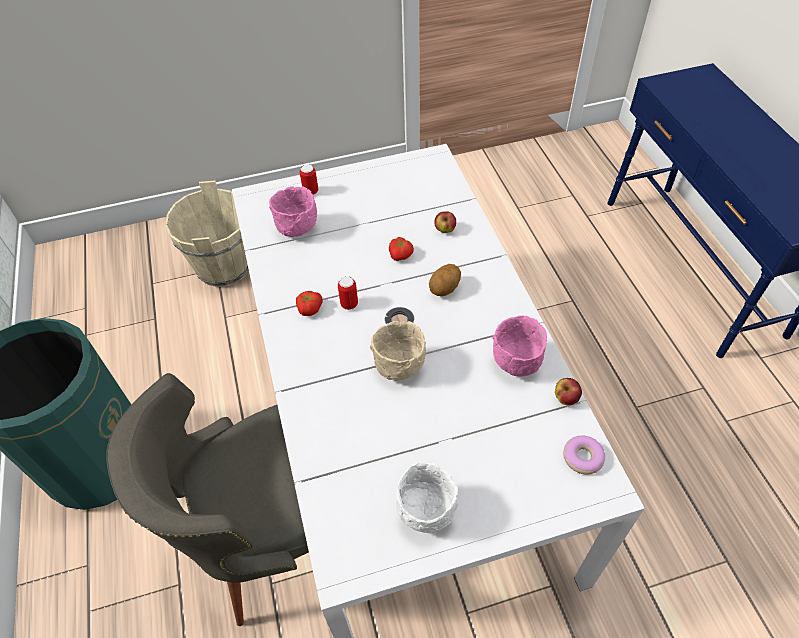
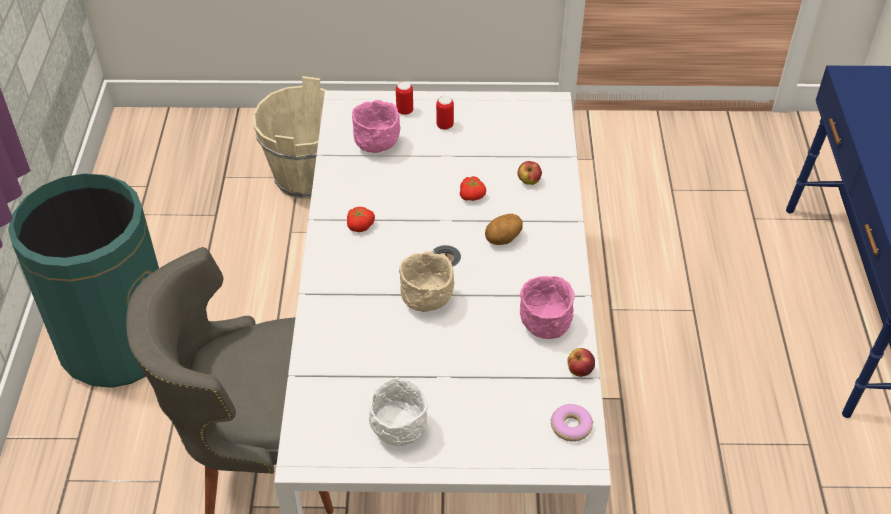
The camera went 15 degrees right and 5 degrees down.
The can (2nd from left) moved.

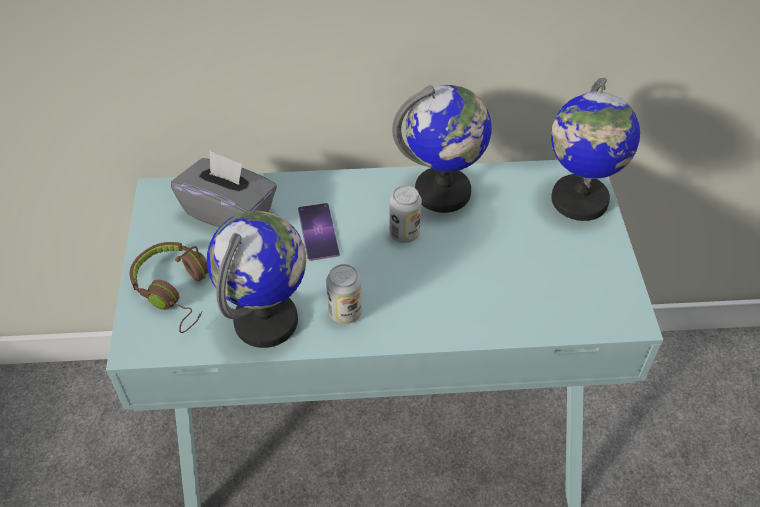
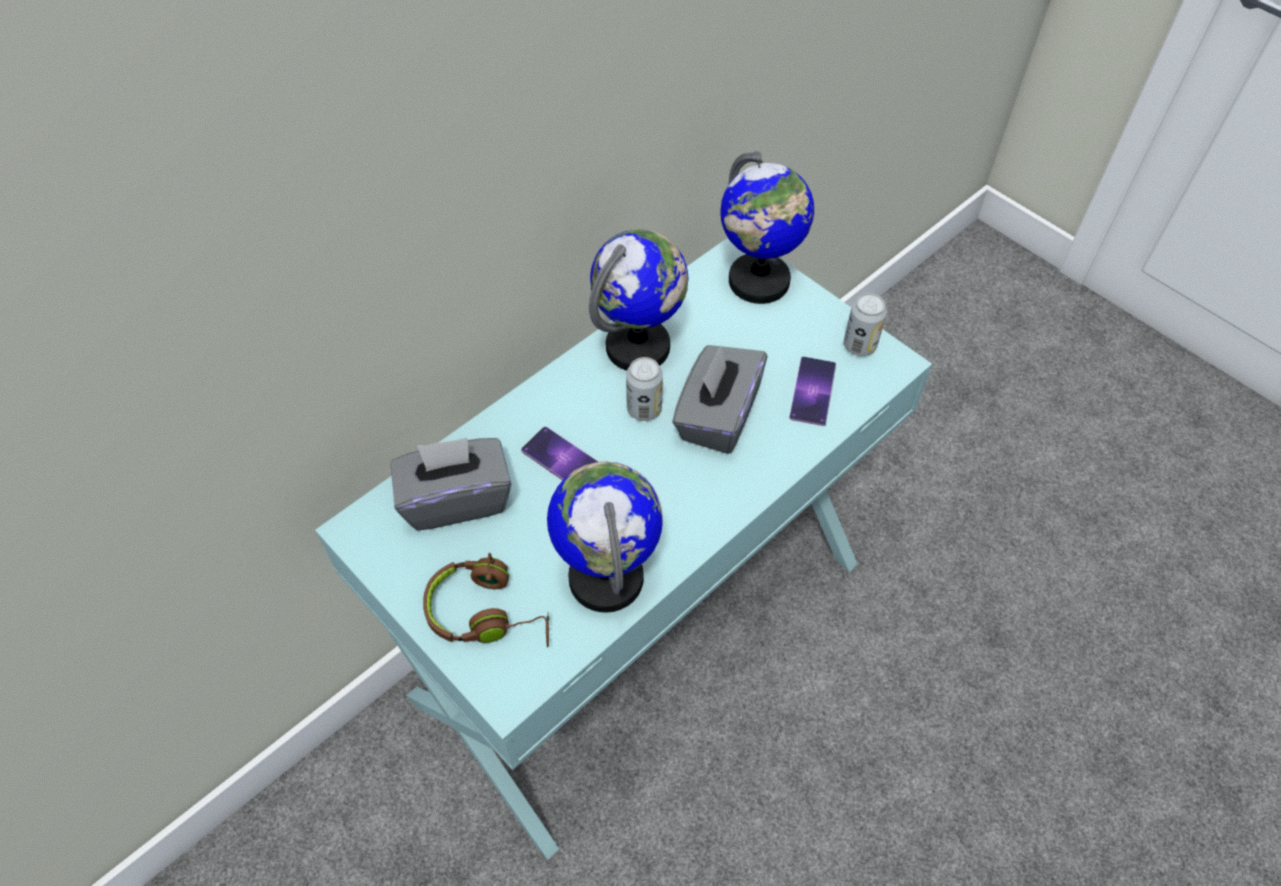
The camera went 40 degrees left and 5 degrees up.
The can (1st from left in the first image) moved.
The tissue box (grey) (2nd from left) appeared.
The phone (2nd from left) appeared.

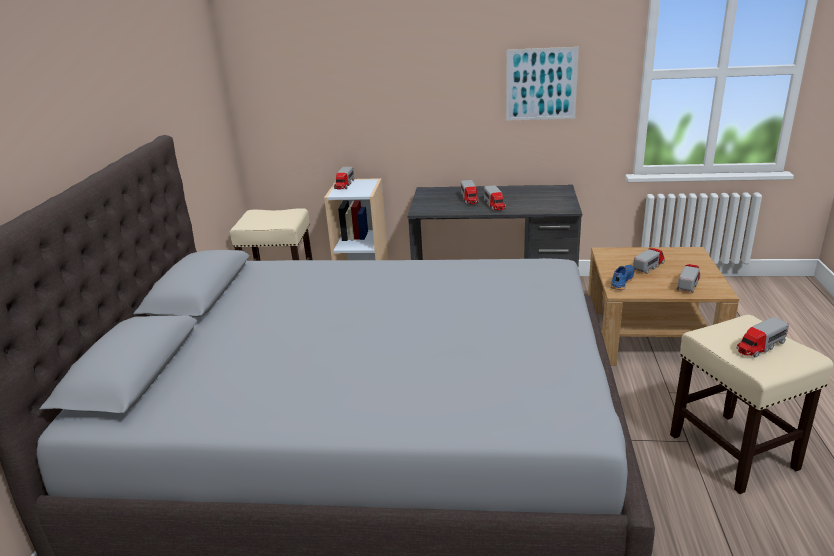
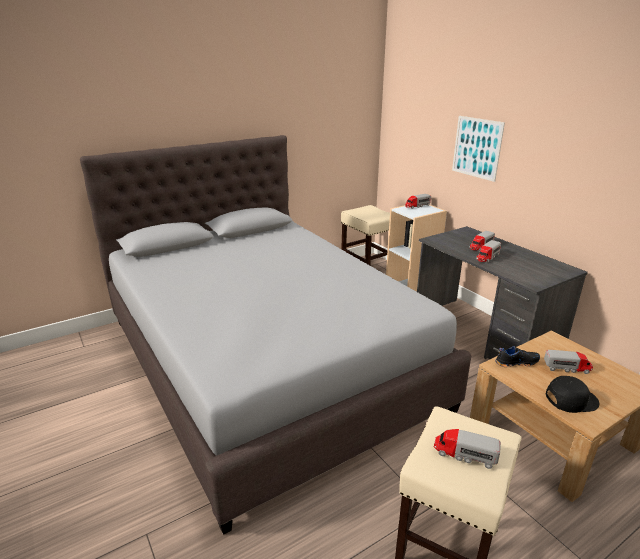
The camera went 50 degrees right and 0 degrees up.
The picture moved.
The shoe (blue) became the shoe (black).
The toy truck (5th from left) was replaced by the cap (black).

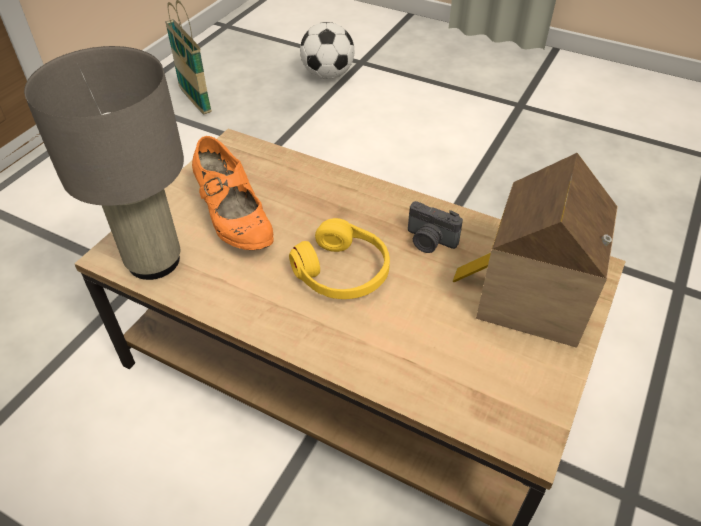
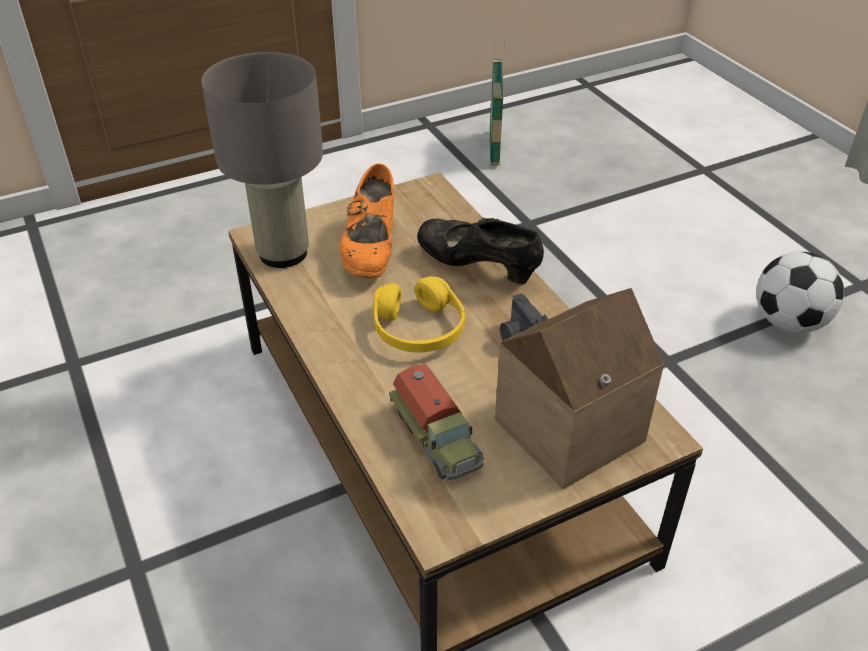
The camera went 35 degrees right and 5 degrees down.
The football moved.
The toy truck appeared.
The shoe (black) appeared.

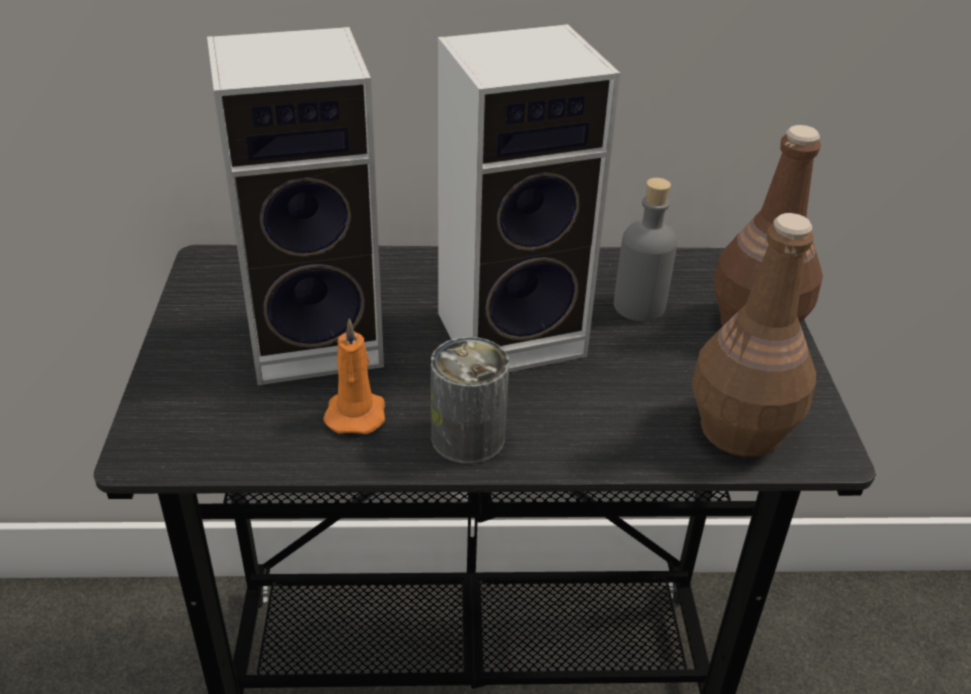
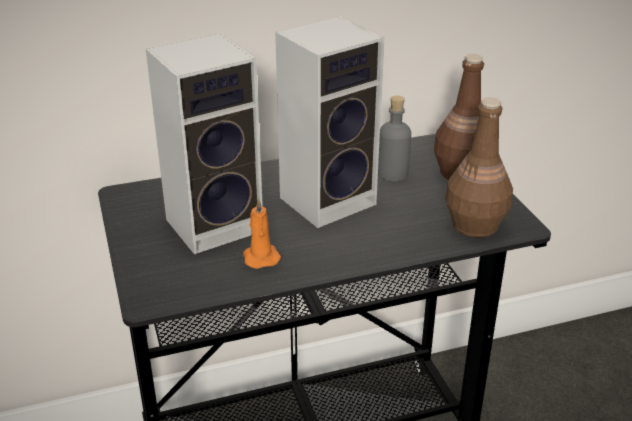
The camera went 15 degrees left and 5 degrees down.
The can disappeared.

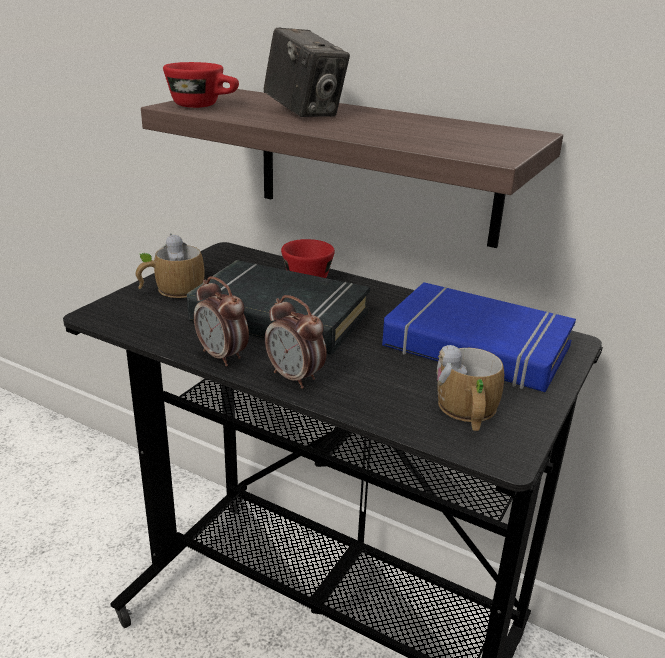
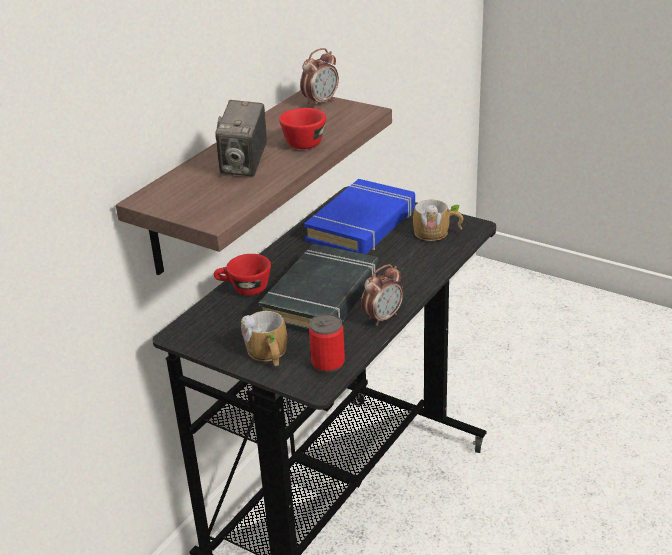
The camera went 85 degrees left and 5 degrees up.
The cup (red) (1st from left in the first image) moved.
The photo camera turned 135 degrees clockwise.
The alarm clock (2nd from left in the first image) moved.
The can appeared.

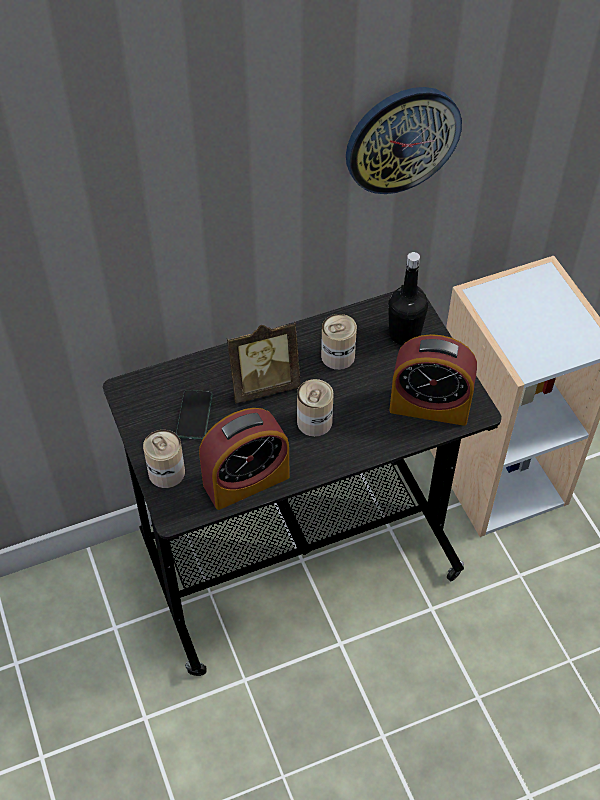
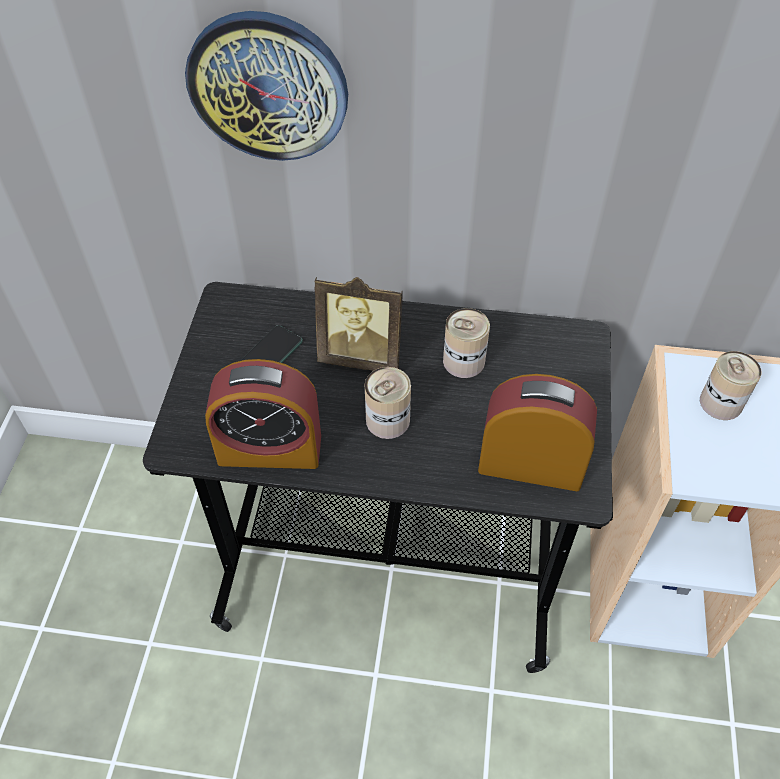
The camera went 30 degrees right and 0 degrees up.
The can (1st from left in the first image) moved.
The wall clock moved.
The bottle (black) disappeared.
The alarm clock (2nd from left) turned 150 degrees clockwise.

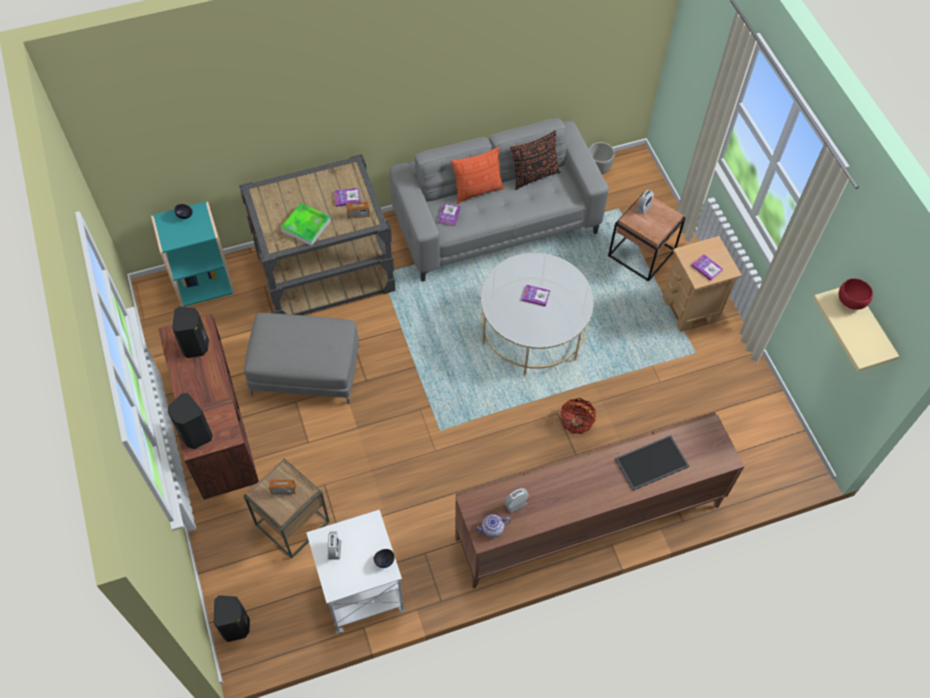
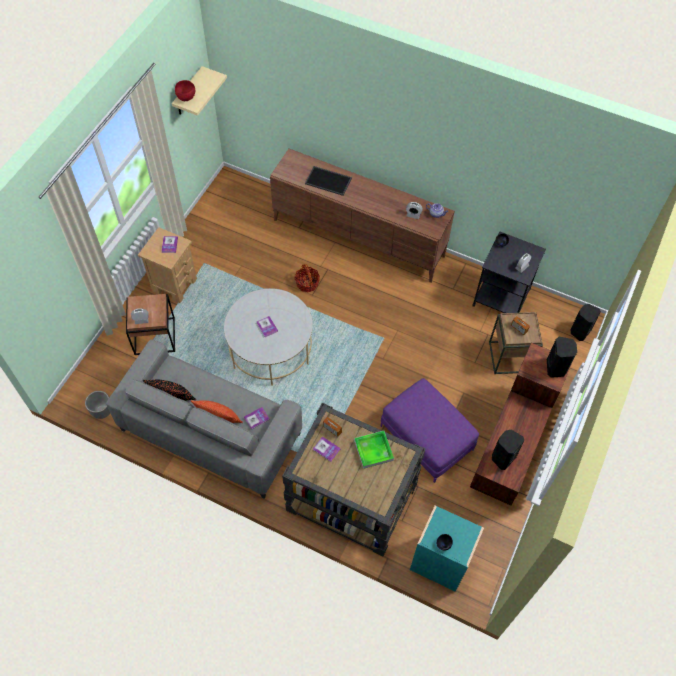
The camera went 135 degrees left and 0 degrees up.
The ottoman (grey) became the ottoman (purple).
The cart (white) became the cart (black).

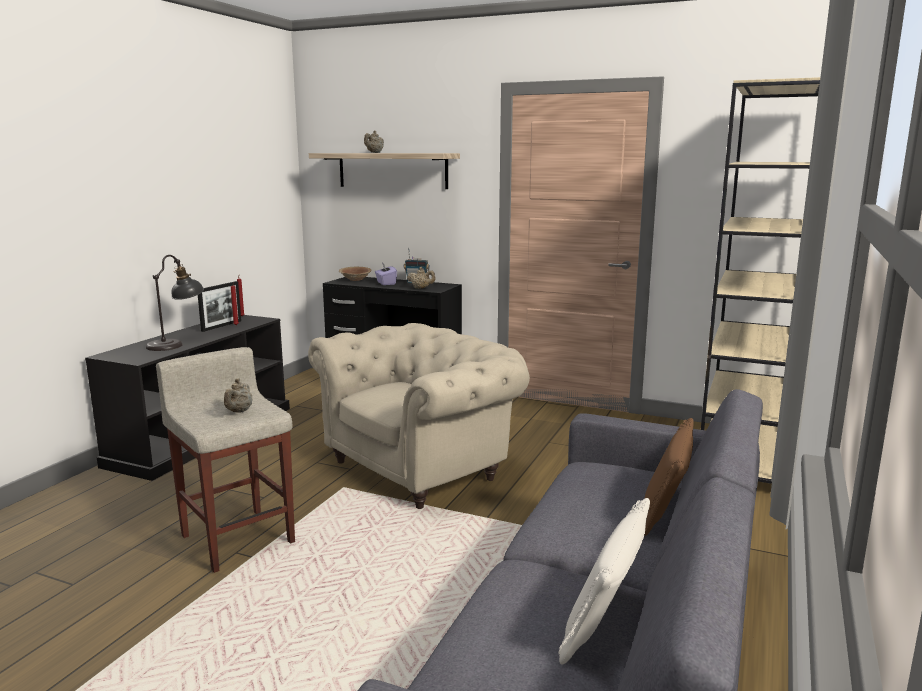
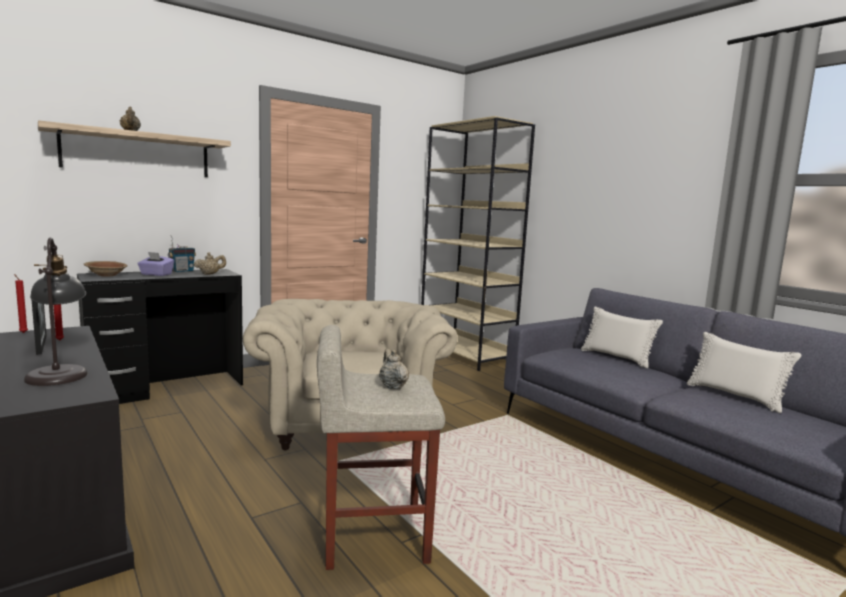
The camera went 60 degrees left and 5 degrees down.
The teapot (beige) (1st from left in the first image) turned 150 degrees counterclockwise.
The pillow (brown) became the pillow (white) (1st from left).

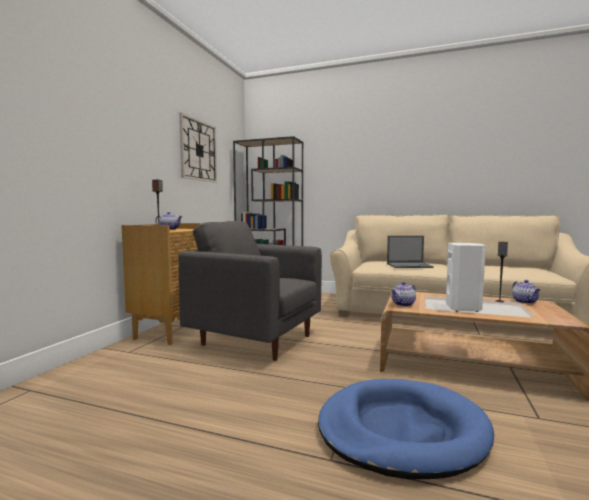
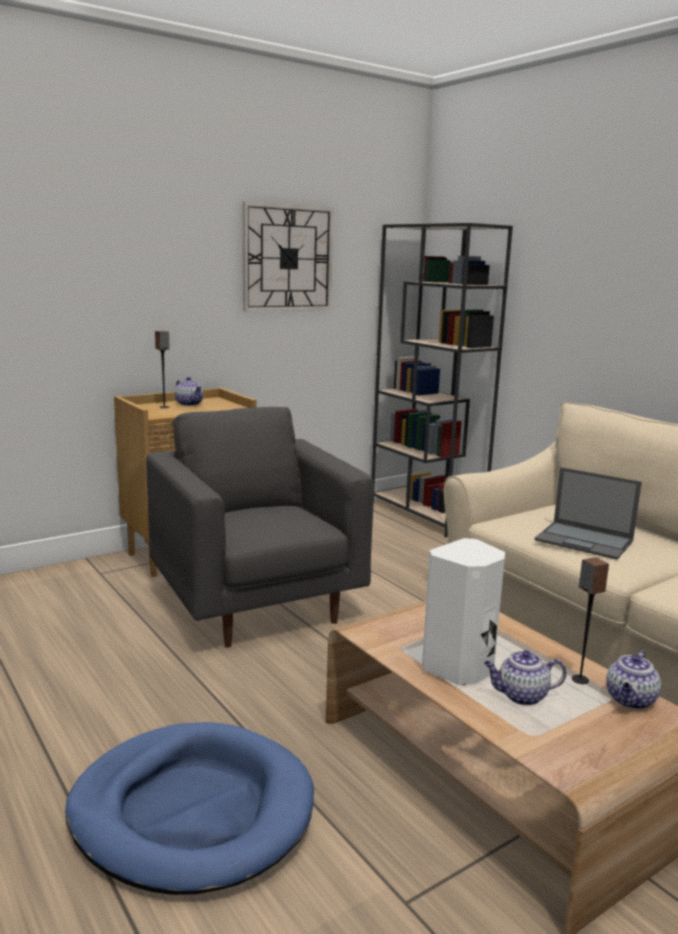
The camera went 35 degrees right and 10 degrees up.
The teapot (2nd from left) moved.

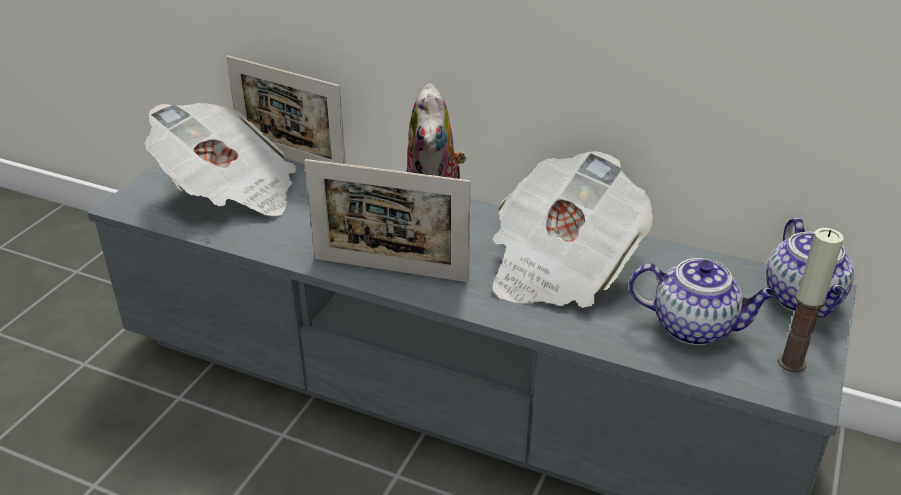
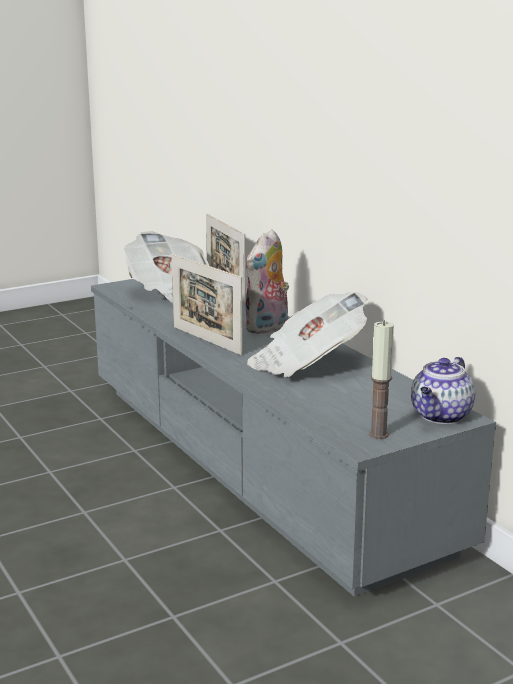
The camera went 35 degrees right and 15 degrees down.
The teapot (1st from left) disappeared.

